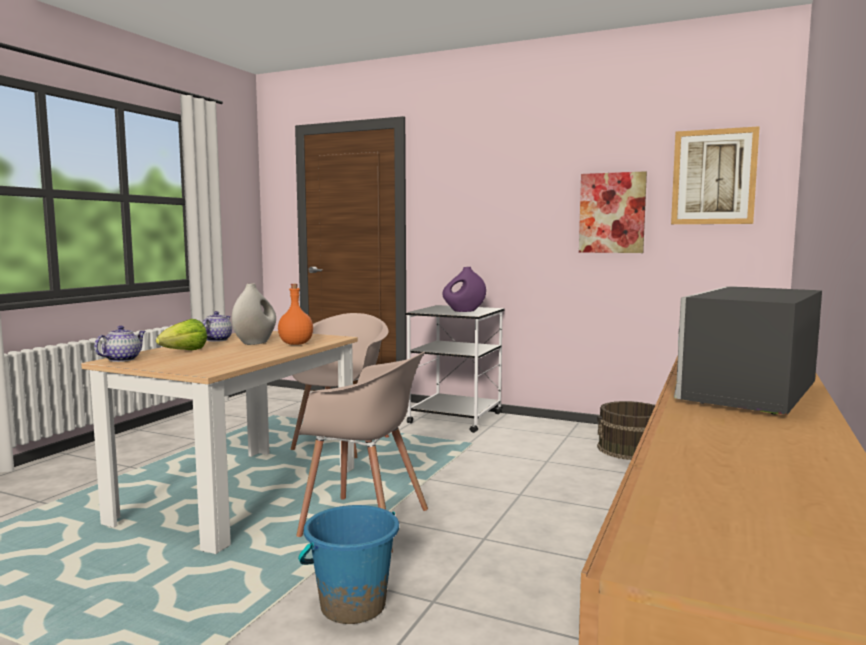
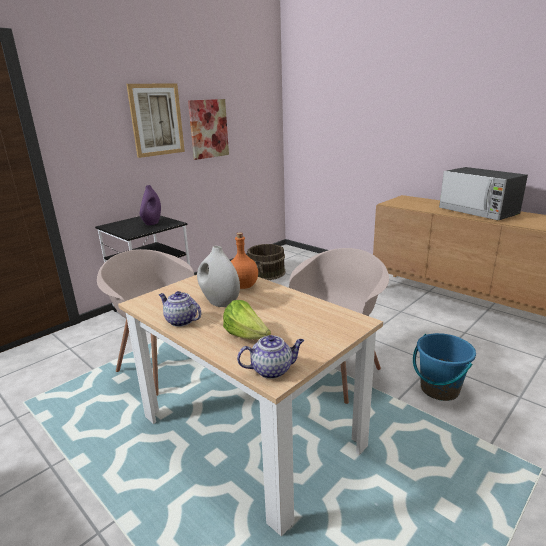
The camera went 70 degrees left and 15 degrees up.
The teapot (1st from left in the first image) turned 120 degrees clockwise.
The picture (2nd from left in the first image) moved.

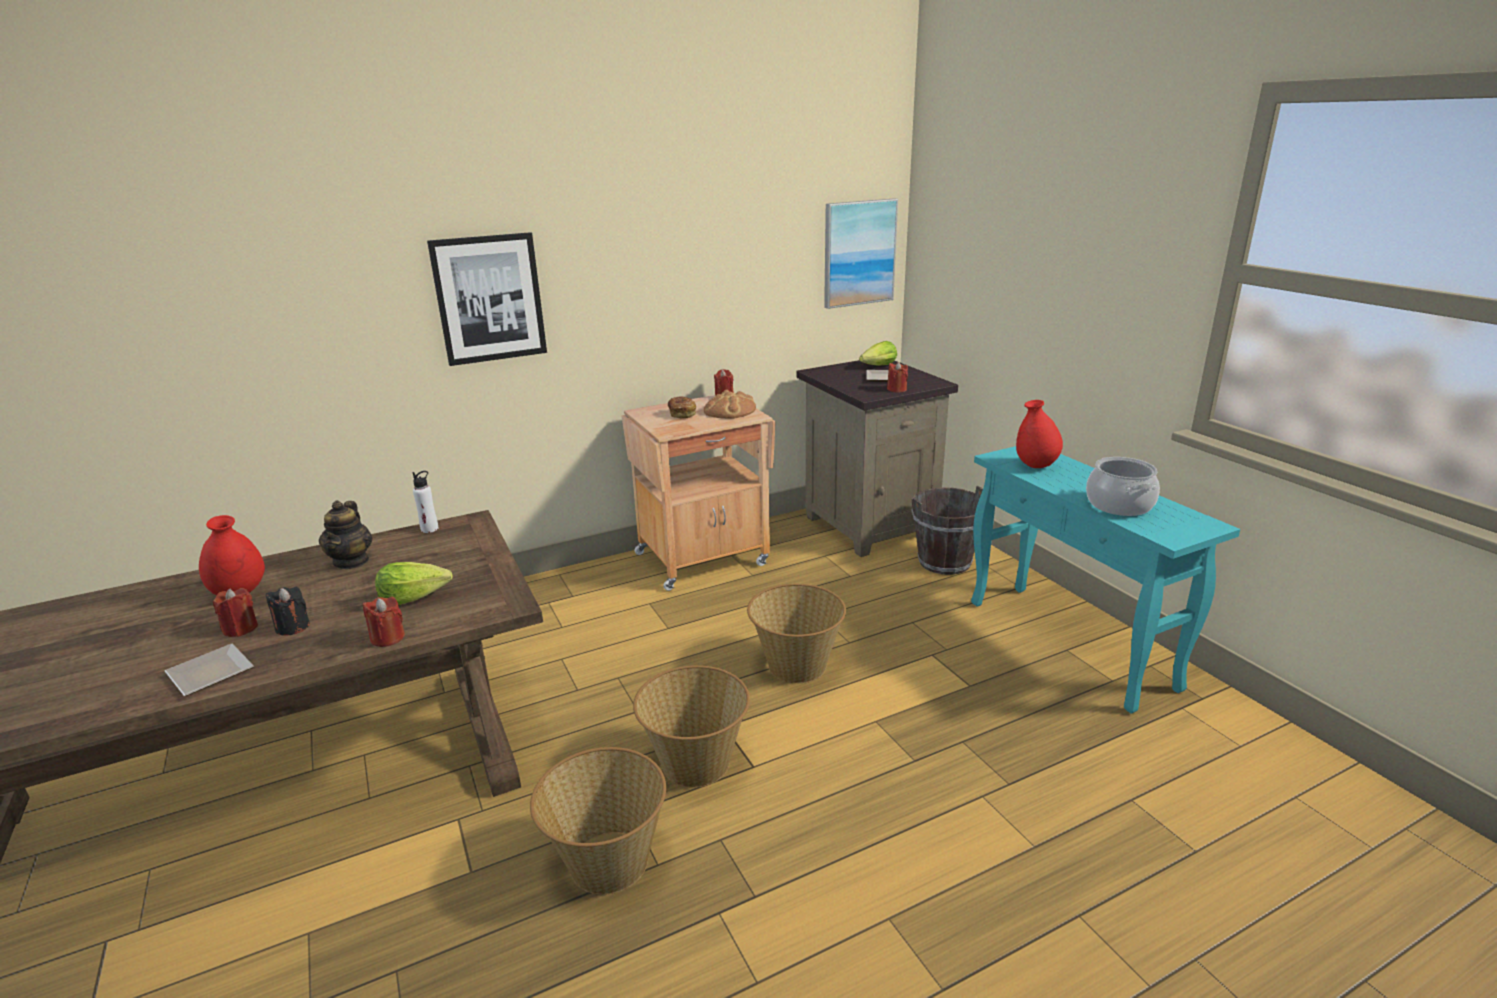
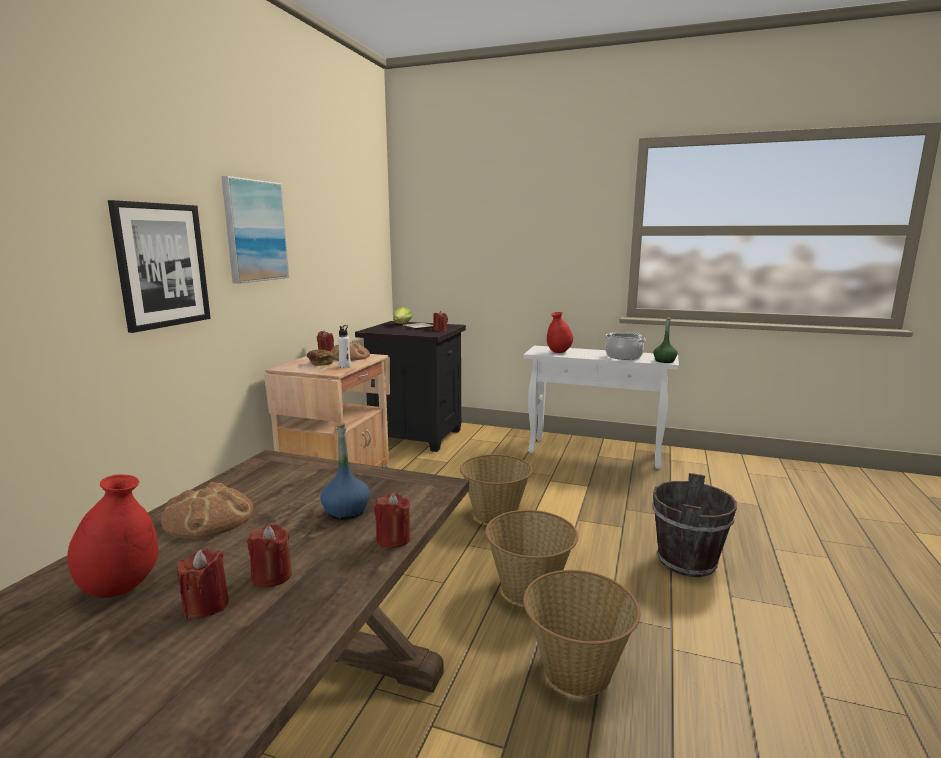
The camera went 45 degrees left and 10 degrees down.
The plate (1st from left) disappeared.
The candle (black) became the candle (red) (2nd from left).
The teapot was replaced by the bread (1st from left).
The lettuce (1st from left) was replaced by the bottle (blue).
The bottle (white) moved.
The cabinet (beige) became the cabinet (black).
The picture (2nd from left) moved.
The bucket (brown) moved.
The console table (turquoise) became the console table (white).
The bottle (green) appeared.

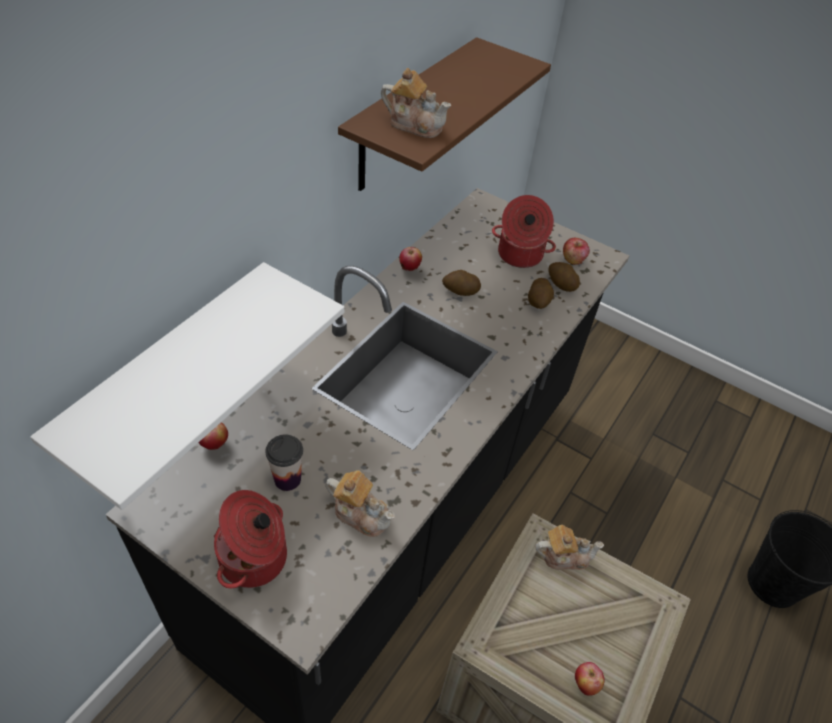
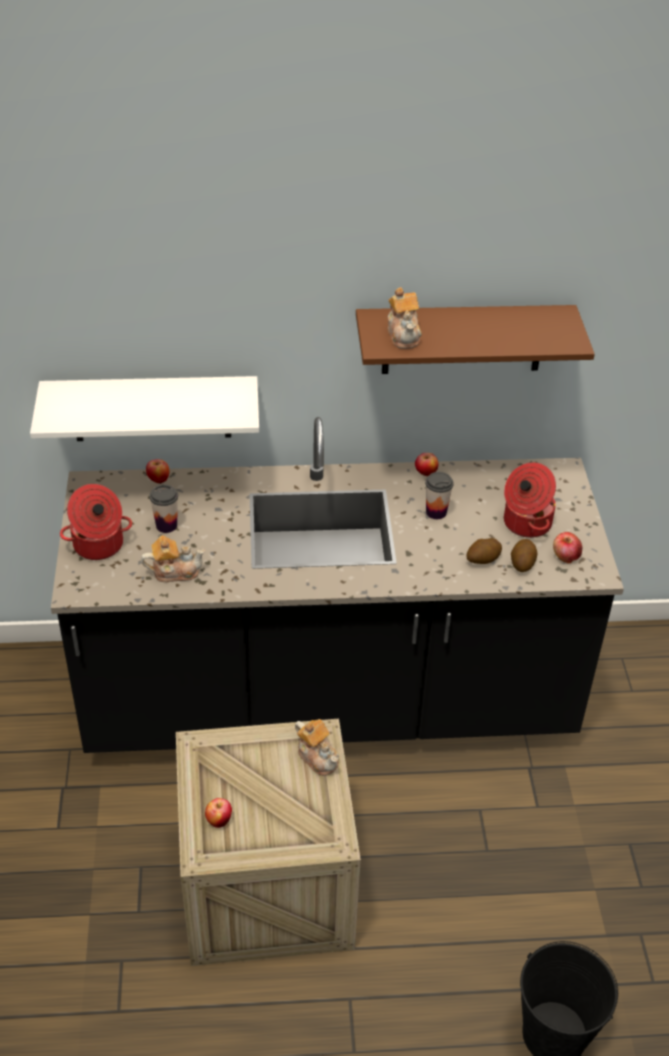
The camera went 55 degrees right and 5 degrees down.
The teapot (1st from left) turned 90 degrees counterclockwise.
The potato (1st from left) was replaced by the cup (2nd from left).

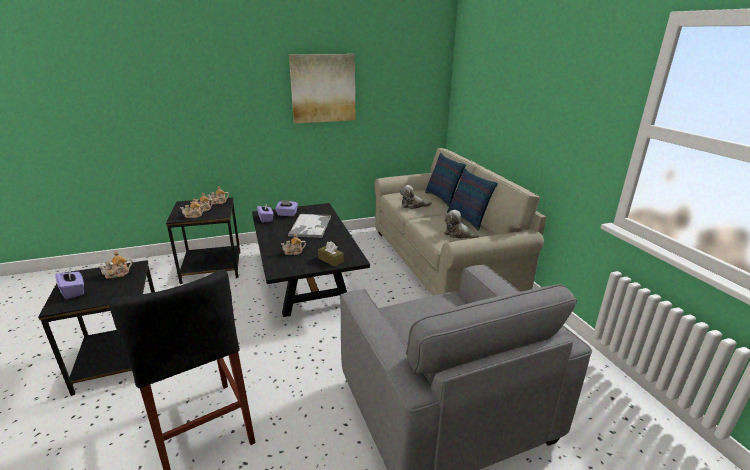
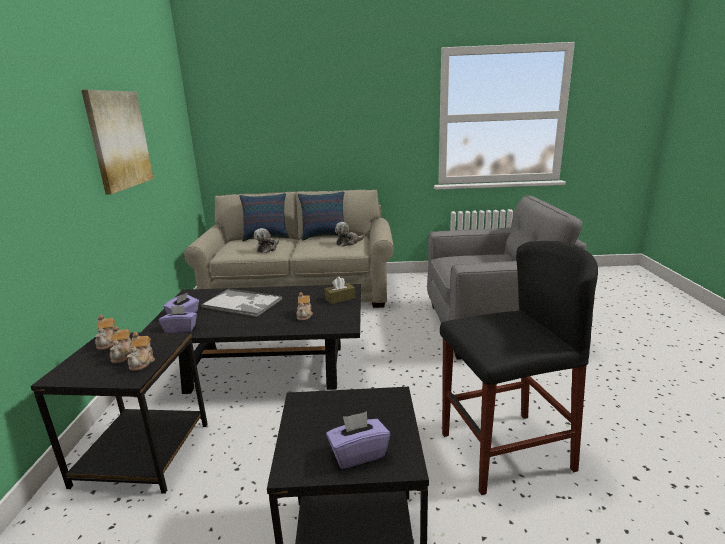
The camera went 70 degrees left and 5 degrees down.
The teapot (1st from left) disappeared.

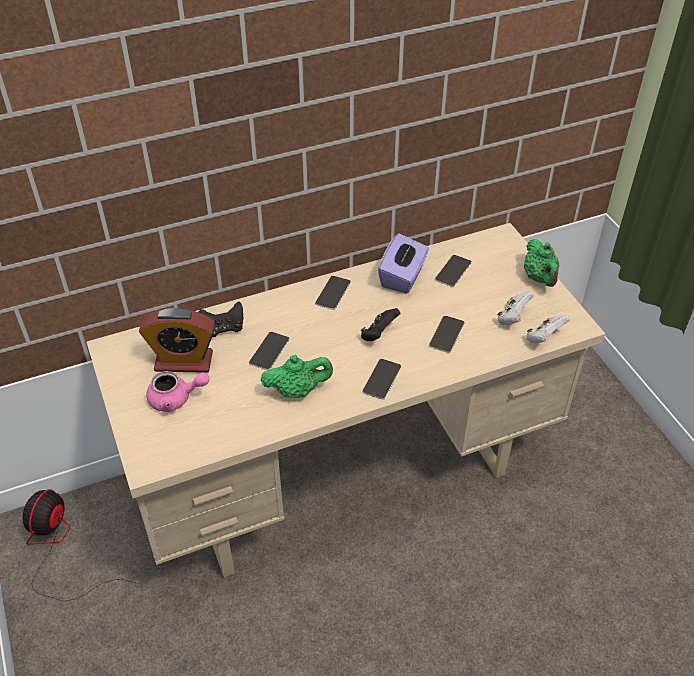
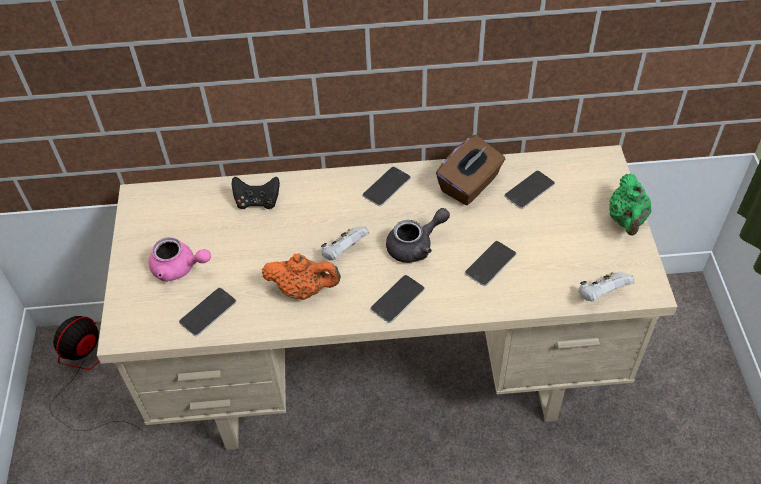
The camera went 20 degrees right and 5 degrees up.
The alarm clock disappeared.
The phone (1st from left) moved.
The teapot (green) (1st from left) became the teapot (orange).
The game controller (black) (2nd from left) was replaced by the teapot (grey).
The tissue box (purple) became the tissue box (brown).
The game controller (white) (1st from left) moved.

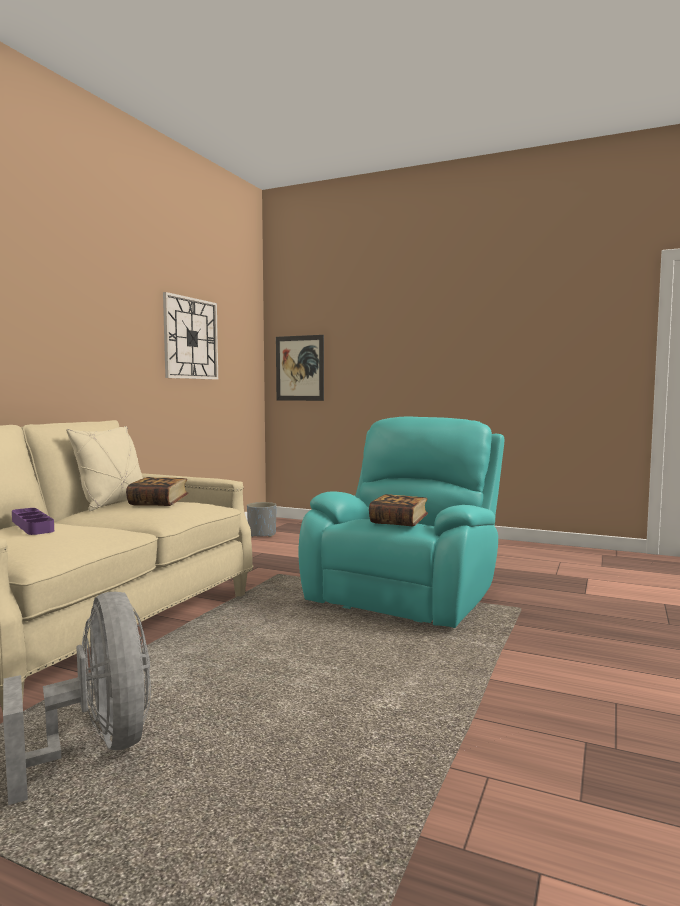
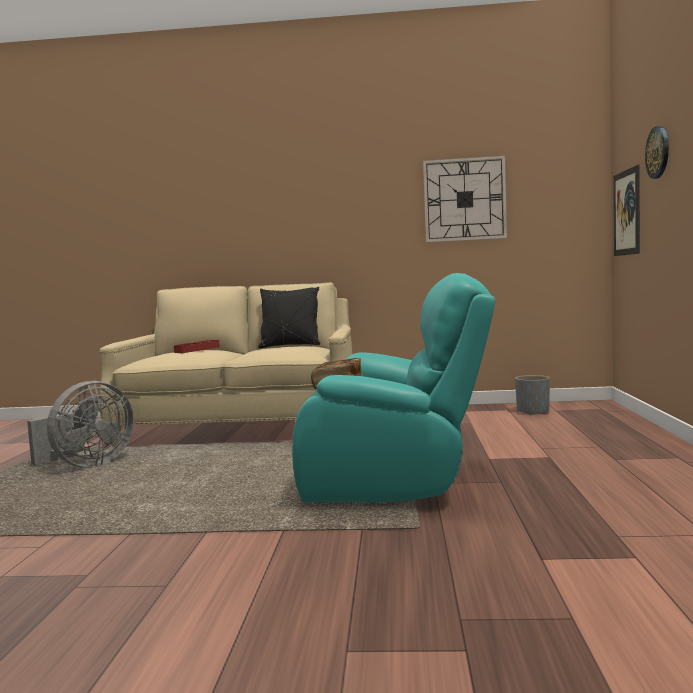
The camera went 70 degrees right and 0 degrees up.
The tray (purple) became the tray (red).
The pillow (beige) became the pillow (black).
The book (1st from left) disappeared.
The wall clock (2nd from left) appeared.

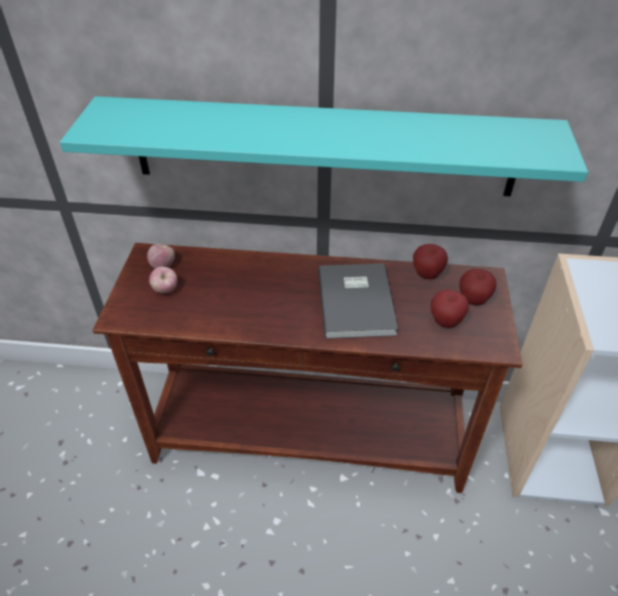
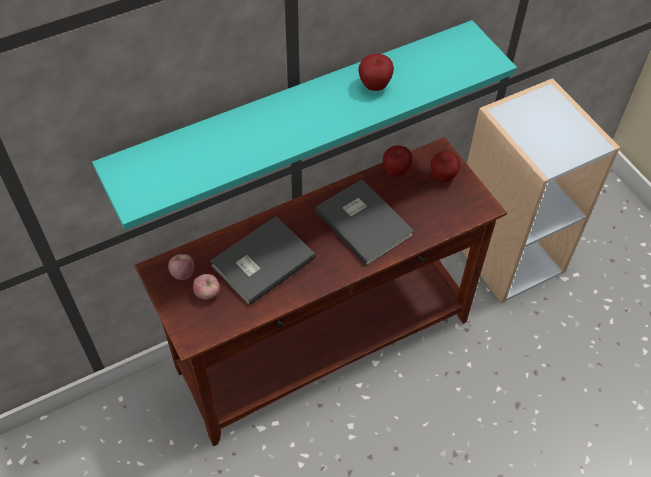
The camera went 35 degrees left and 10 degrees up.
The apple (4th from left in the first image) moved.
The book (grey) (1st from left) appeared.

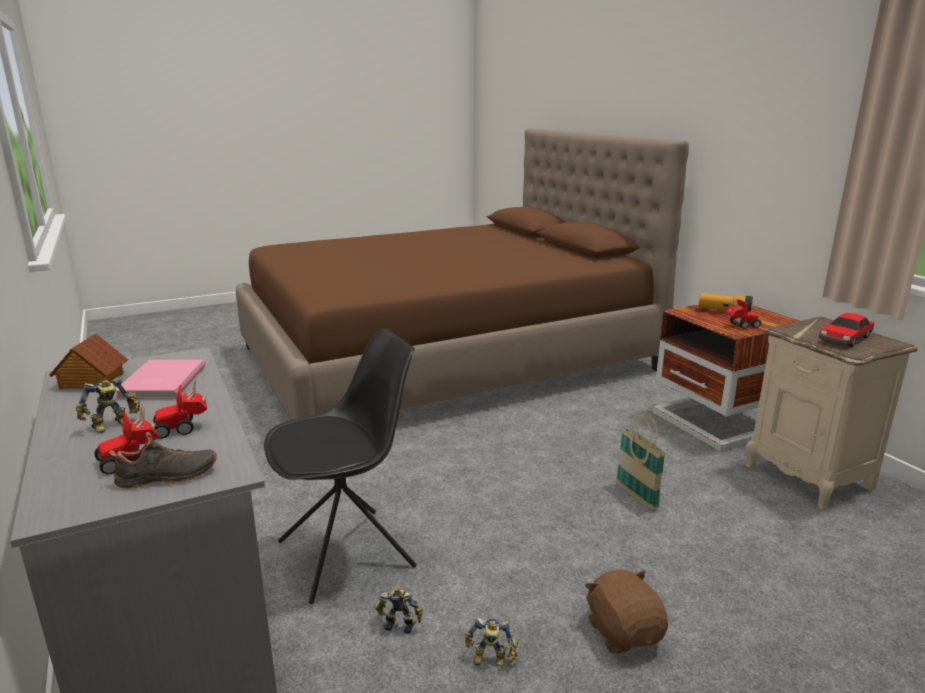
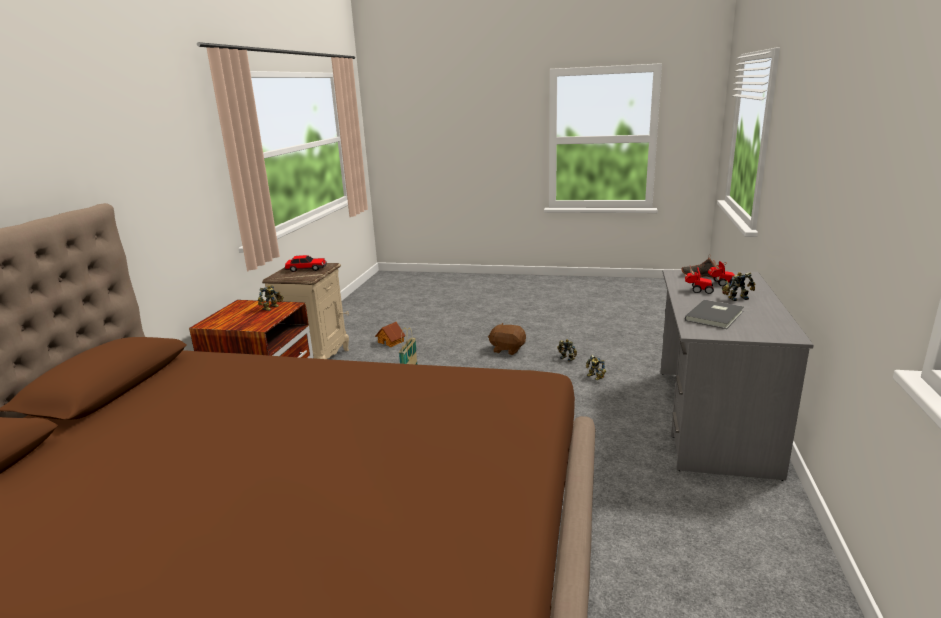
The camera went 140 degrees left and 0 degrees up.
The toy house moved.
The book (pink) became the book (grey).
The chair (black) disappeared.
The plush toy (brown) turned 90 degrees clockwise.
The flashlight disappeared.
The toy car (3rd from left) was replaced by the toy robot (1st from left).

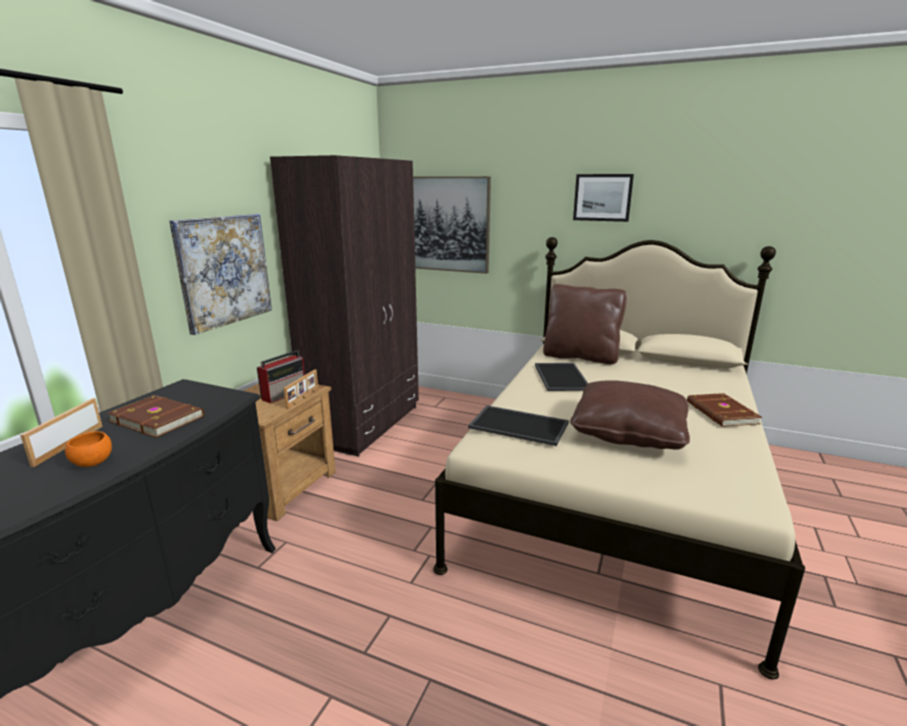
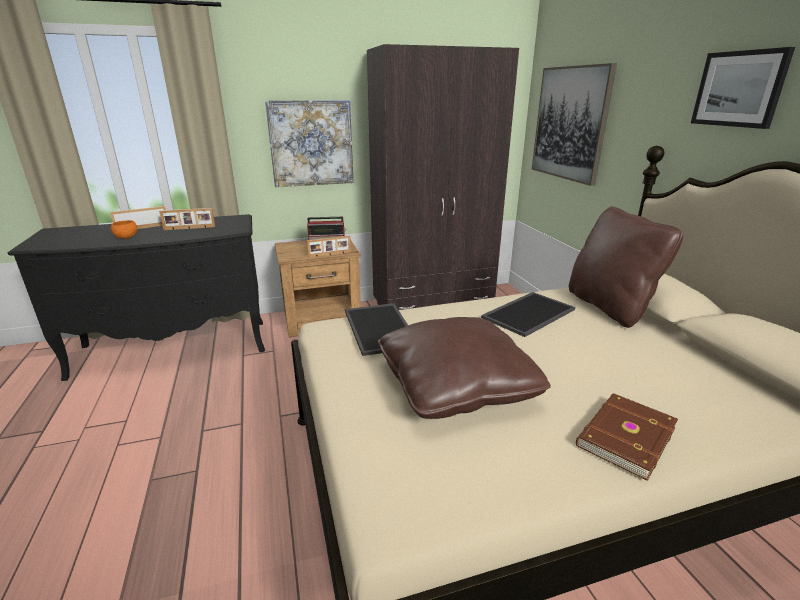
The camera went 50 degrees right and 5 degrees up.
The book (brown) (1st from left) was replaced by the picture frame (2nd from left).

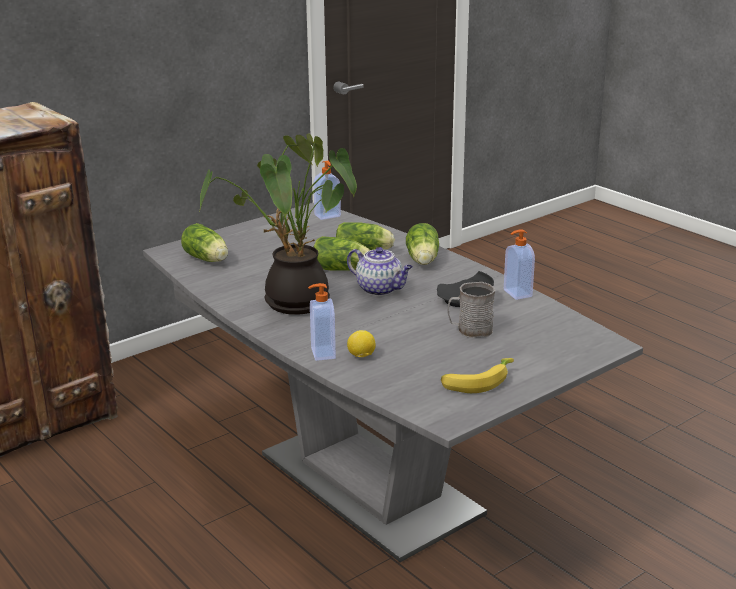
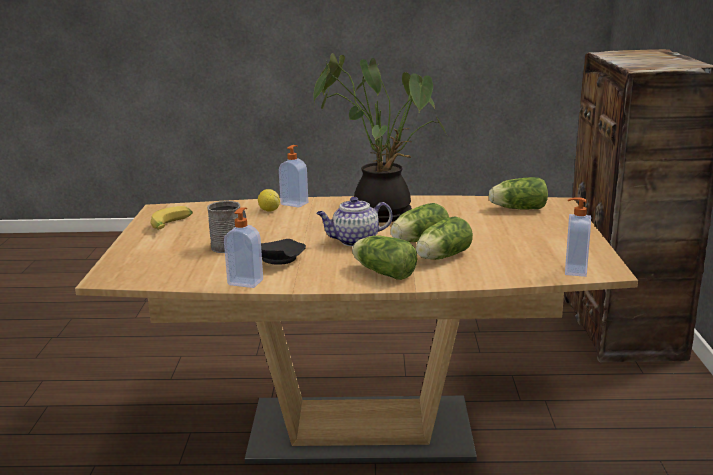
The camera went 130 degrees right and 5 degrees down.
The dining table (grey) became the dining table (brown).

